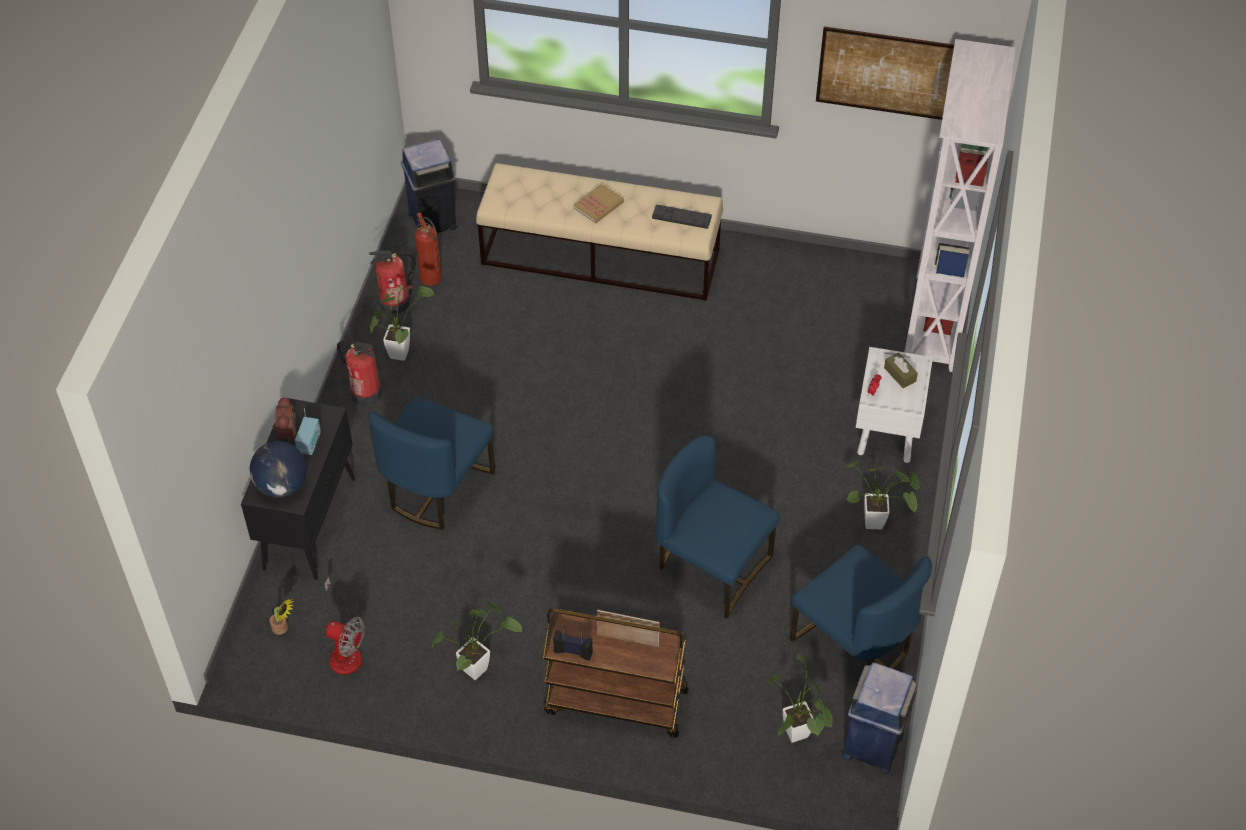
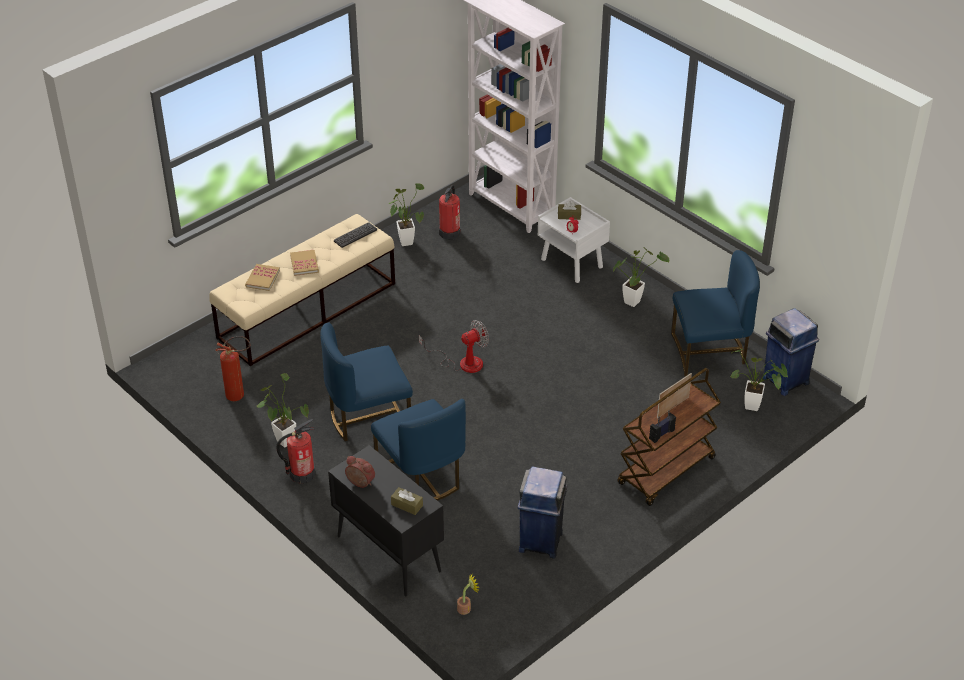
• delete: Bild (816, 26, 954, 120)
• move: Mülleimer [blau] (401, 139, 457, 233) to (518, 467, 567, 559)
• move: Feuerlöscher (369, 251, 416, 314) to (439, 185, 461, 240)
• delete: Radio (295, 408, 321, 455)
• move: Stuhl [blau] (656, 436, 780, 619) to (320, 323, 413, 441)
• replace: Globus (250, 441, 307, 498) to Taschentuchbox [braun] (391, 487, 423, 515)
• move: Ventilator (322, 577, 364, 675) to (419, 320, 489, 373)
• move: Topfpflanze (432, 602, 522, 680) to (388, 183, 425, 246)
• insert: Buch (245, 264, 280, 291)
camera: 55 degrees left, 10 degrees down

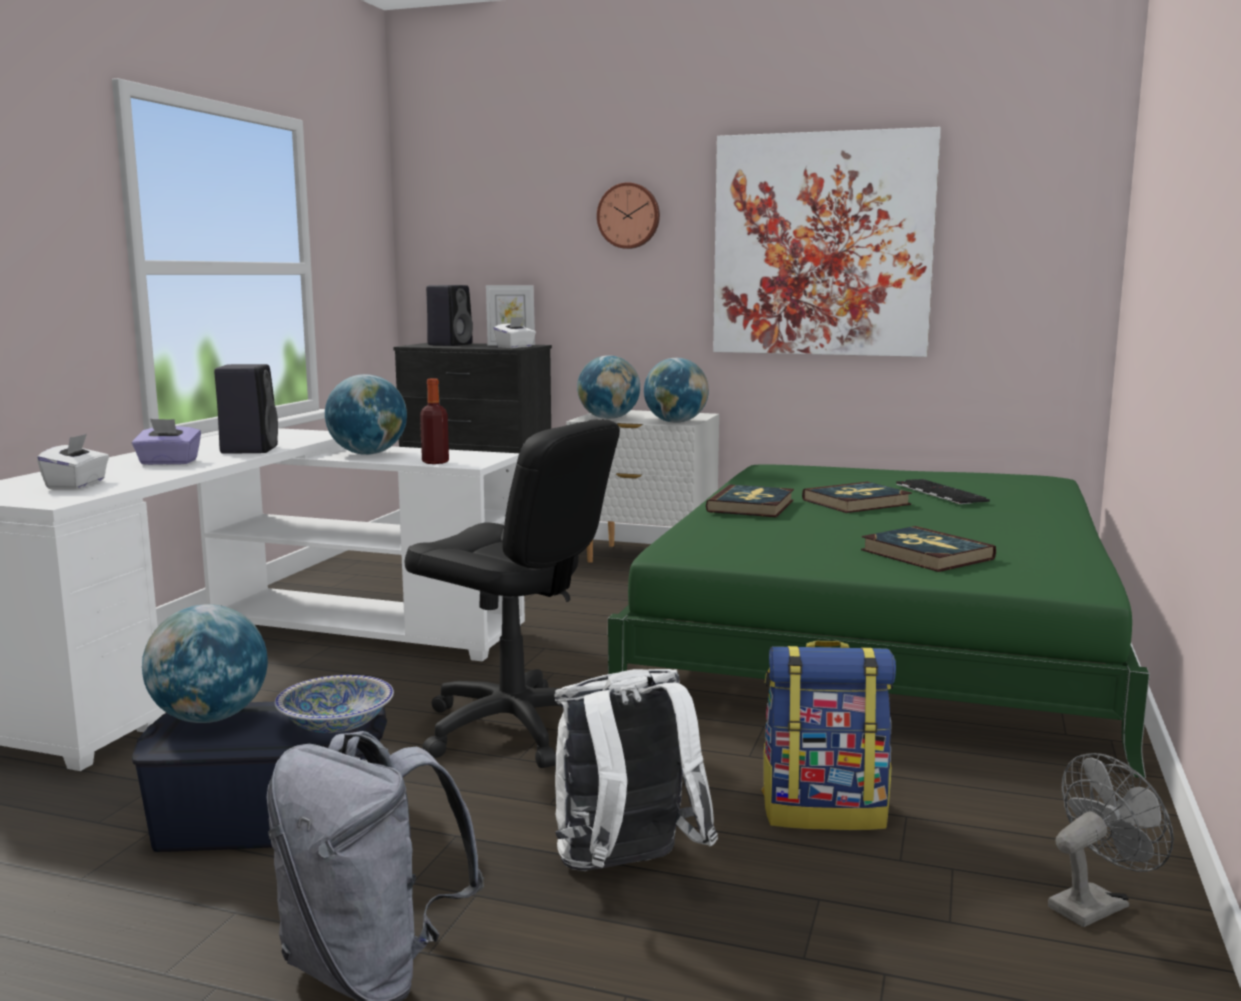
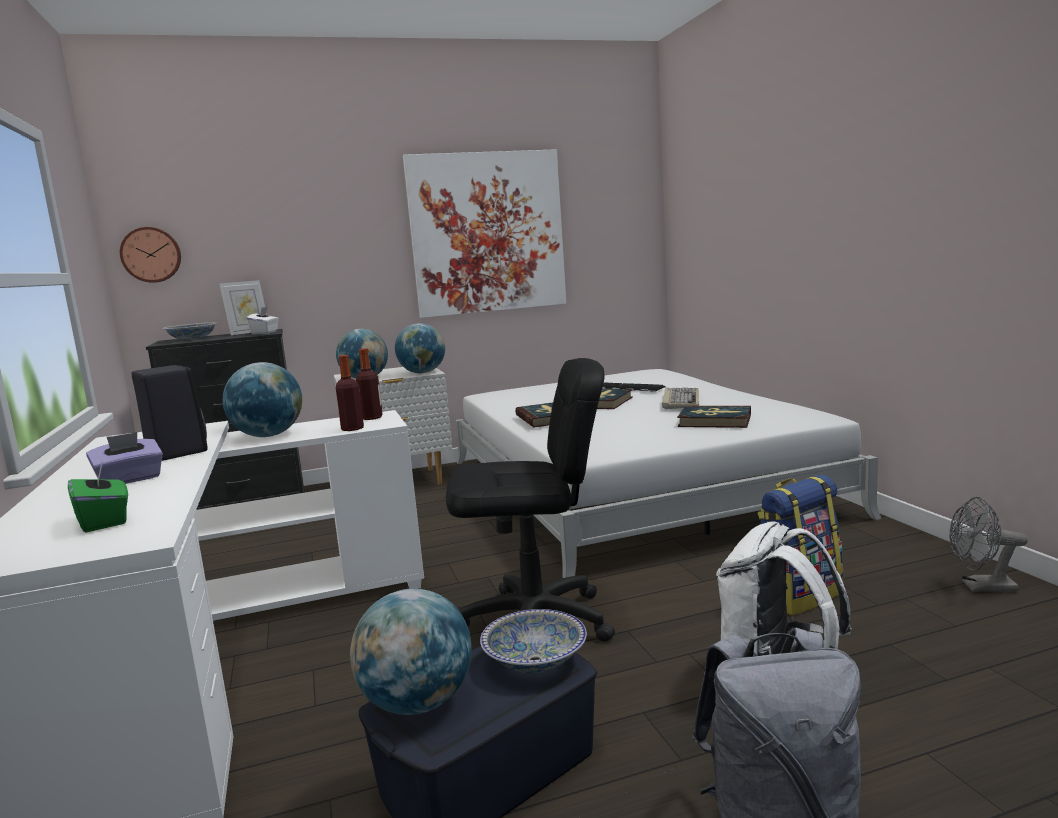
• move: Wanduhr (597, 182, 660, 249) to (120, 227, 181, 283)
• replace: Lautsprecher [schwarz] (426, 285, 473, 346) to Schüssel (162, 322, 218, 340)
• recolor: Taschentuchbox [weiß] (37, 434, 109, 489) to Taschentuchbox [grün] (68, 463, 128, 533)
• recolor: Bett [grün] (608, 465, 1150, 778) to Bett [weiß] (455, 369, 881, 578)
• rotate: Ventilator [grau] (1048, 753, 1174, 927) = (950, 497, 1028, 592) 105 degrees counterclockwise
• insert: Flasche (356, 348, 383, 420)
• insert: Tastatur (662, 387, 699, 409)
camera: 35 degrees left, 0 degrees up

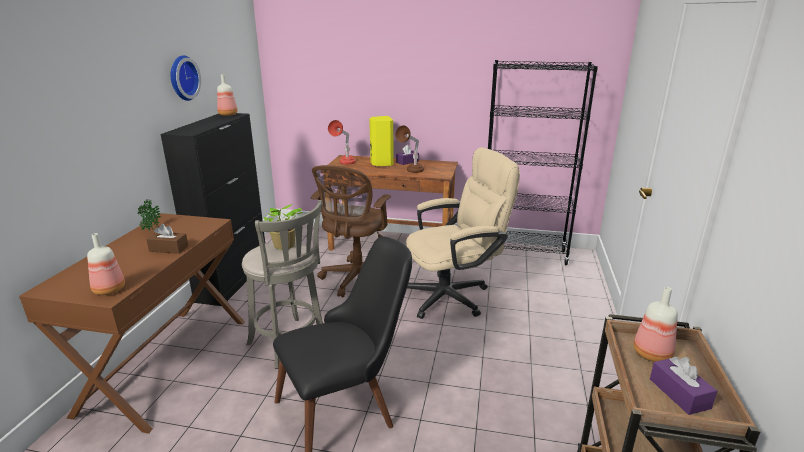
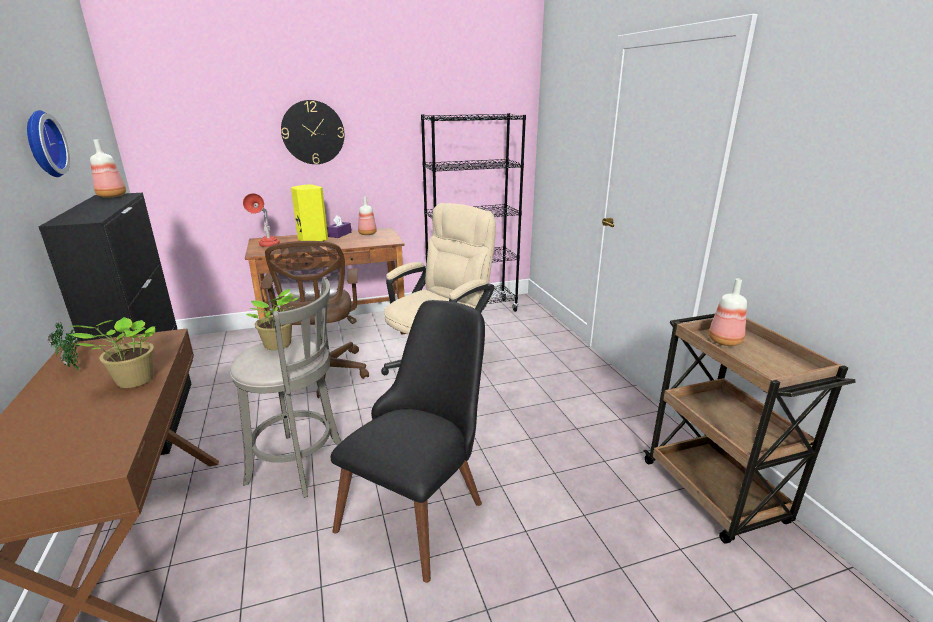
• delete: Tischlampe [braun] (395, 125, 424, 173)
• replace: Taschentuchbox [braun] (146, 224, 188, 254) to Topfpflanze (69, 317, 156, 388)
• move: Flasche (87, 233, 125, 295) to (358, 196, 377, 235)
• delete: Taschentuchbox [lila] (650, 357, 717, 415)
• insert: Wanduhr (281, 100, 344, 164)
camera: 30 degrees left, 0 degrees up

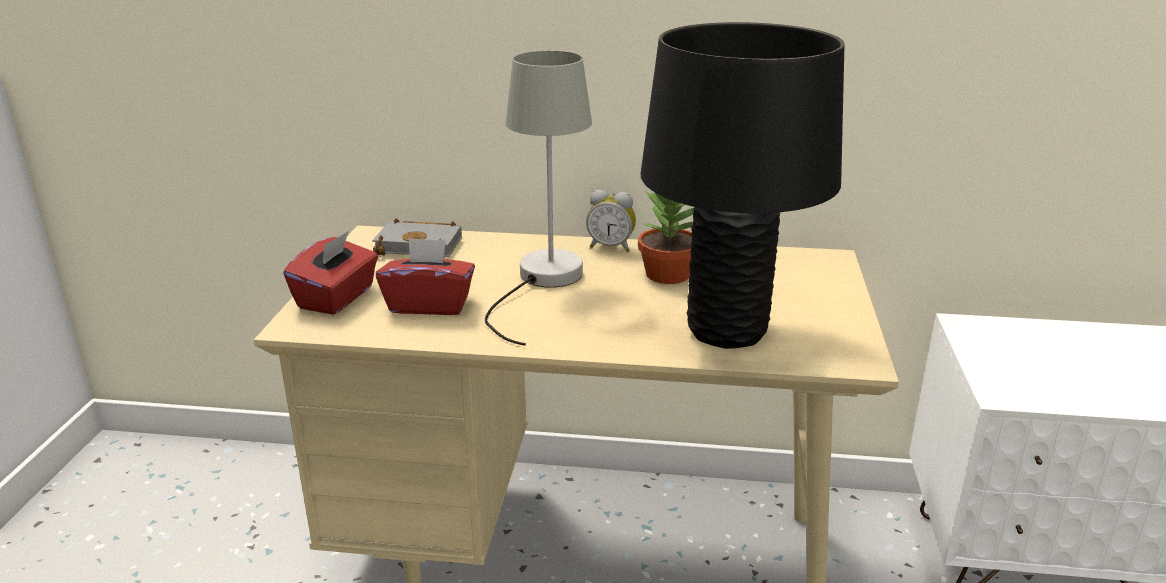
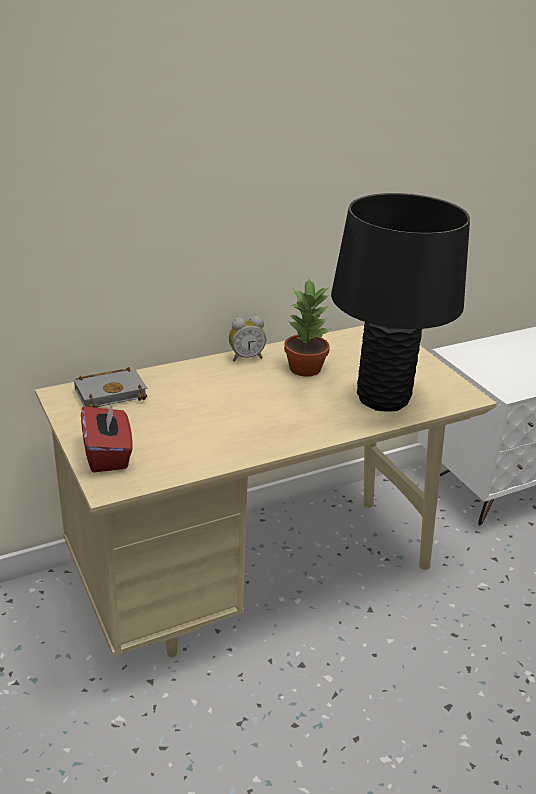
• delete: Tischlampe [grau] (485, 51, 592, 346)
• delete: Taschentuchbox [rot] (376, 238, 475, 315)
camera: 35 degrees left, 5 degrees up

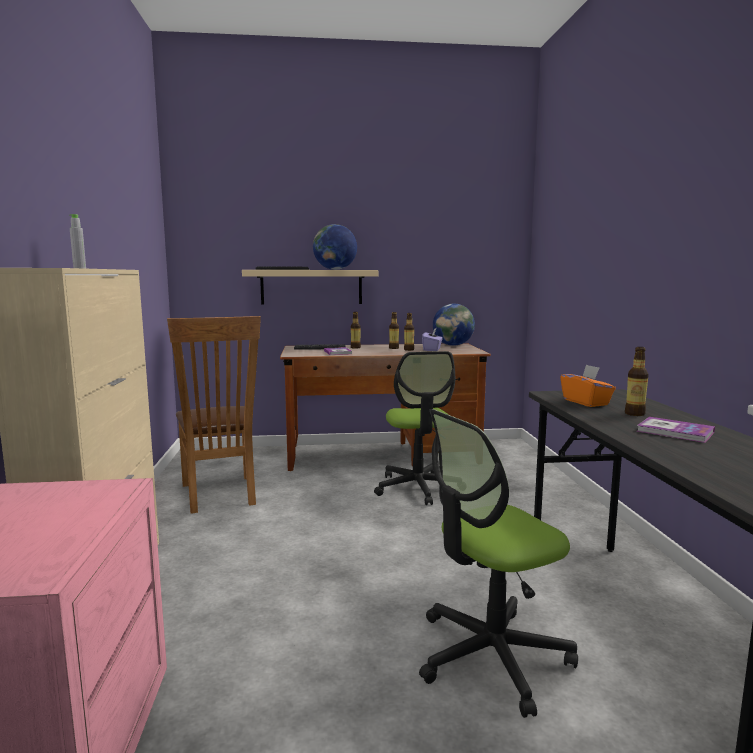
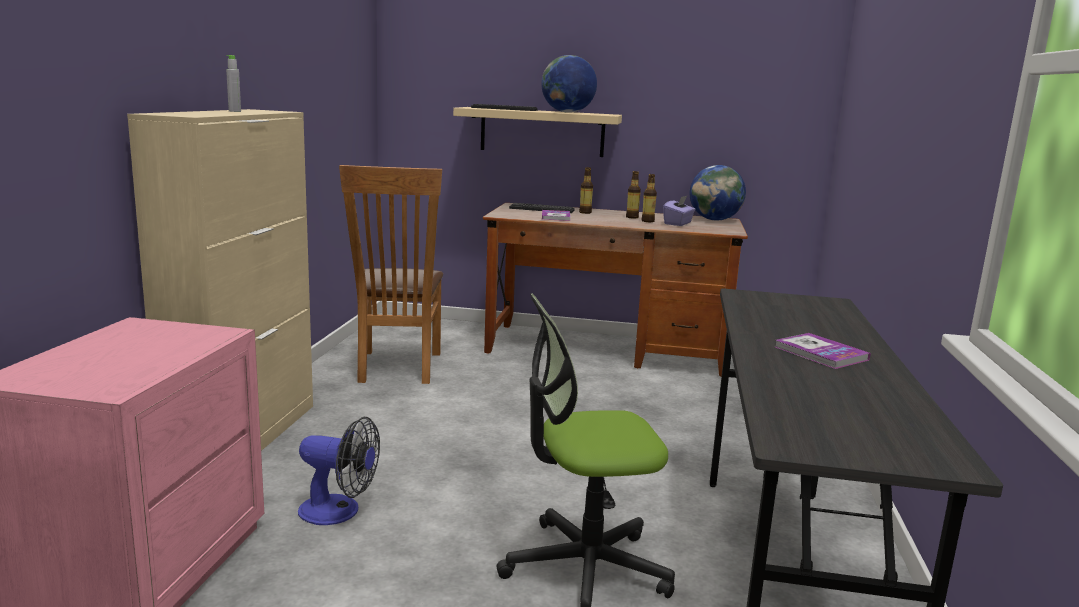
• delete: Flasche (625, 347, 649, 416)
• delete: Bürostuhl (374, 351, 455, 505)
• delete: Taschentuchbox [orange] (560, 365, 616, 407)
• insert: Ventilator (298, 417, 380, 525)
camera: 15 degrees right, 5 degrees up

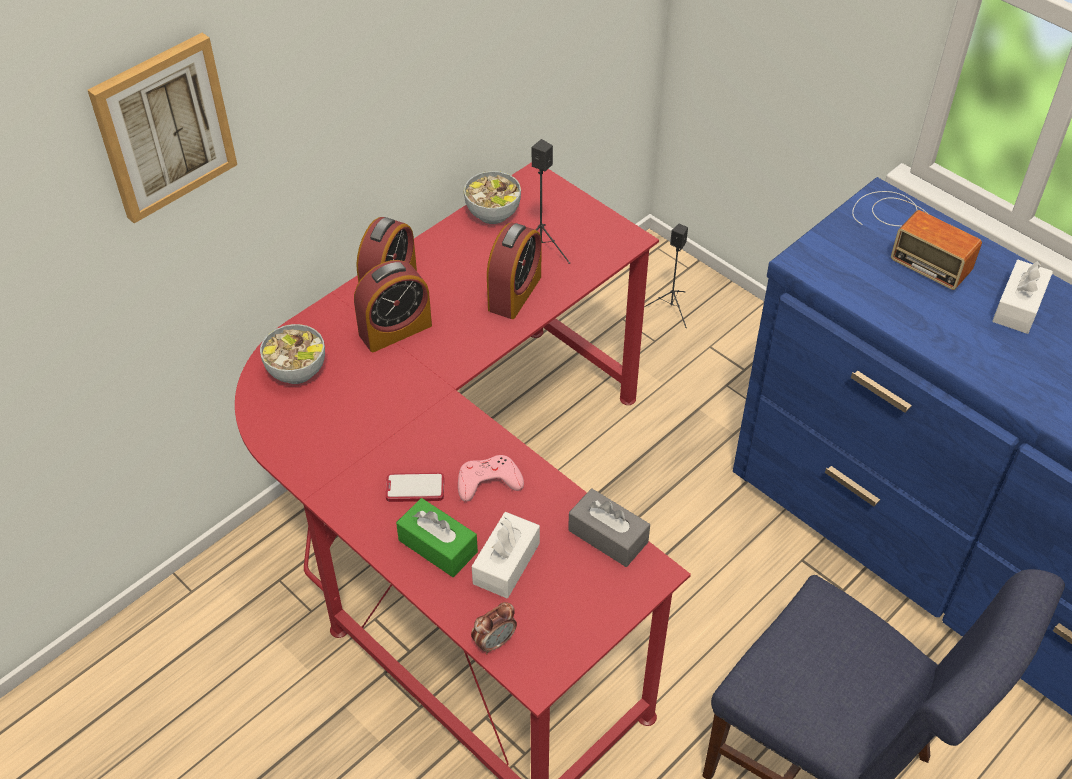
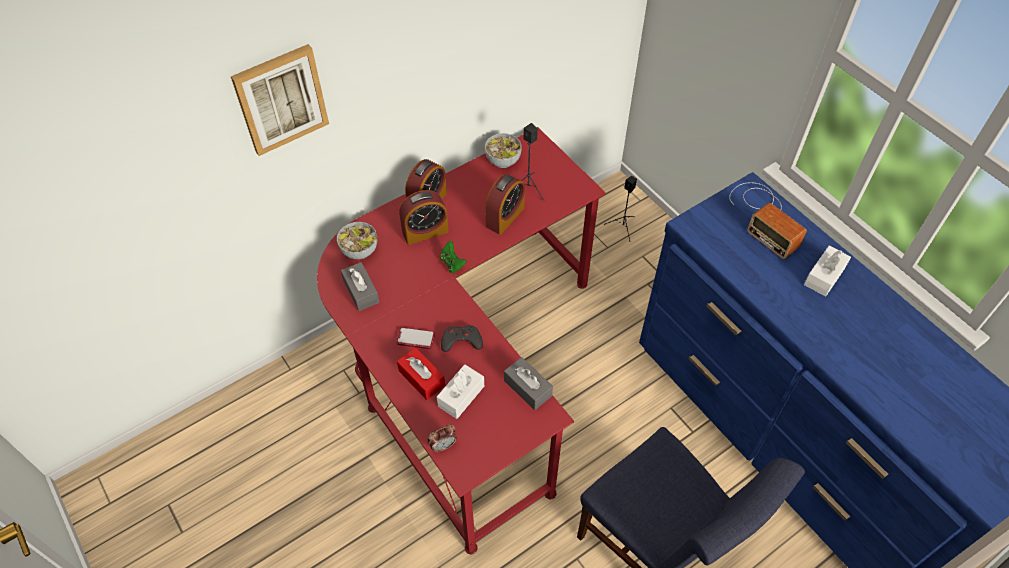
• recolor: Gamepad [rosa] (458, 455, 524, 501) to Gamepad [grau] (441, 325, 483, 352)
• recolor: Taschentuchbox [grün] (396, 498, 478, 577) to Taschentuchbox [rot] (397, 348, 445, 400)
• insert: Gamepad [grün] (440, 241, 467, 273)
• insert: Taschentuchbox [grau] (341, 262, 379, 311)
camera: 10 degrees right, 5 degrees up

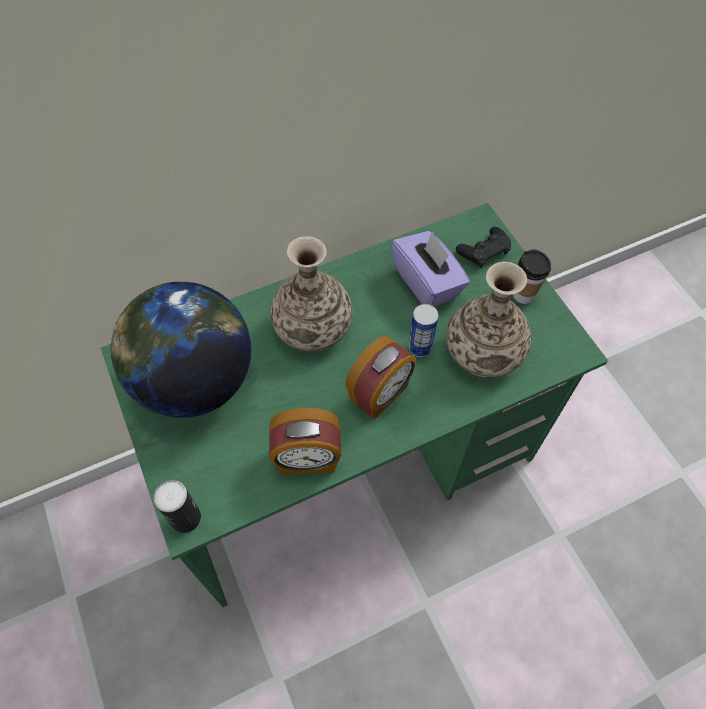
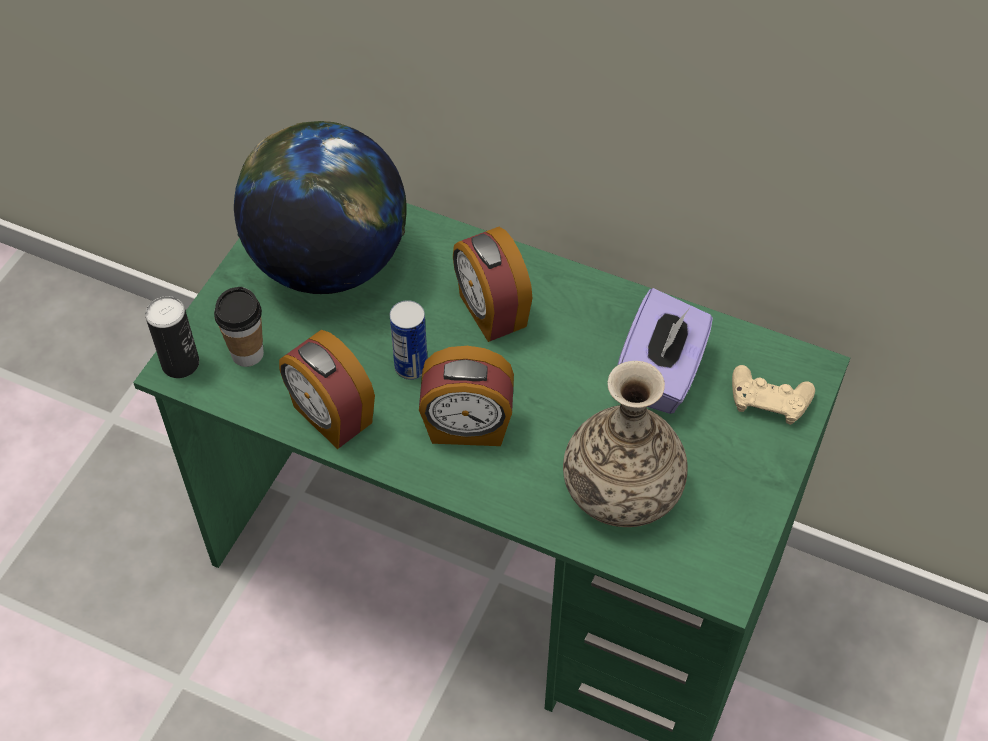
• recolor: Gamepad [schwarz] (456, 227, 511, 268) to Gamepad [beige] (732, 365, 815, 425)
• replace: Vase (270, 236, 353, 351) to Wecker (453, 227, 532, 342)
• move: Tasse (513, 249, 551, 304) to (214, 287, 264, 367)
• move: Dose (409, 304, 439, 358) to (390, 300, 428, 380)
camera: 50 degrees right, 5 degrees down

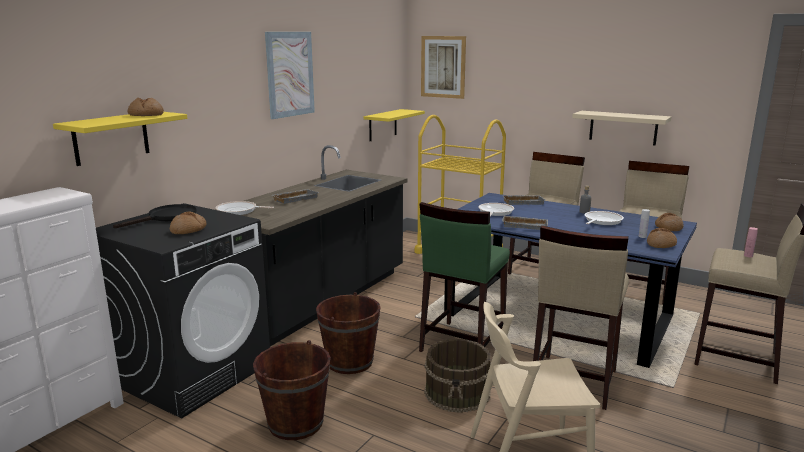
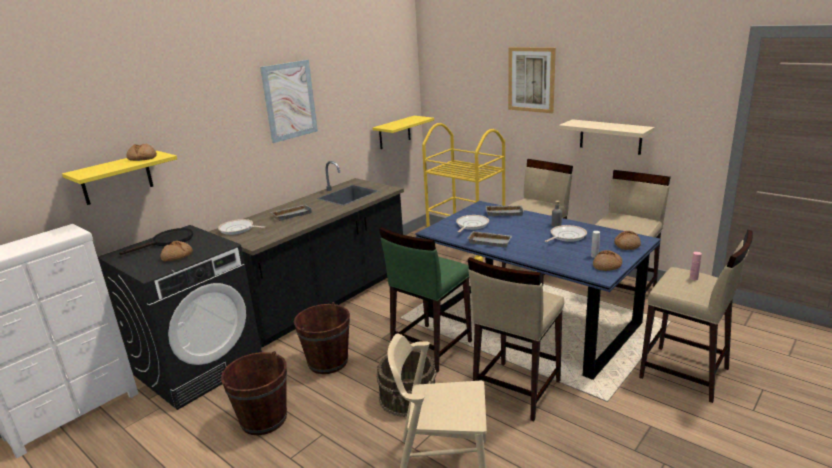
• move: Bild (421, 36, 466, 99) to (508, 47, 556, 113)
camera: 10 degrees right, 5 degrees up

